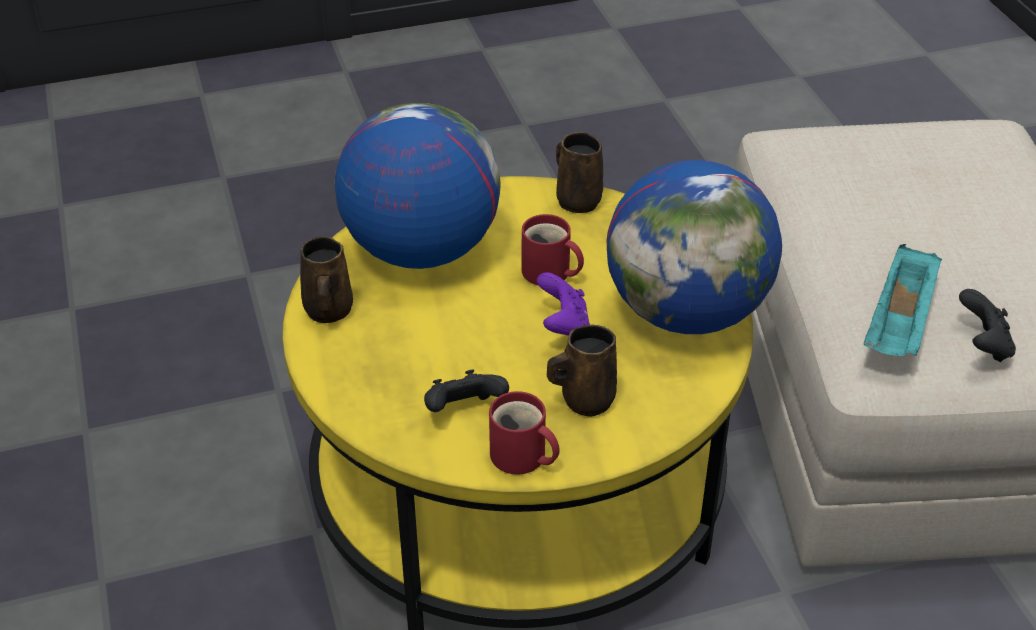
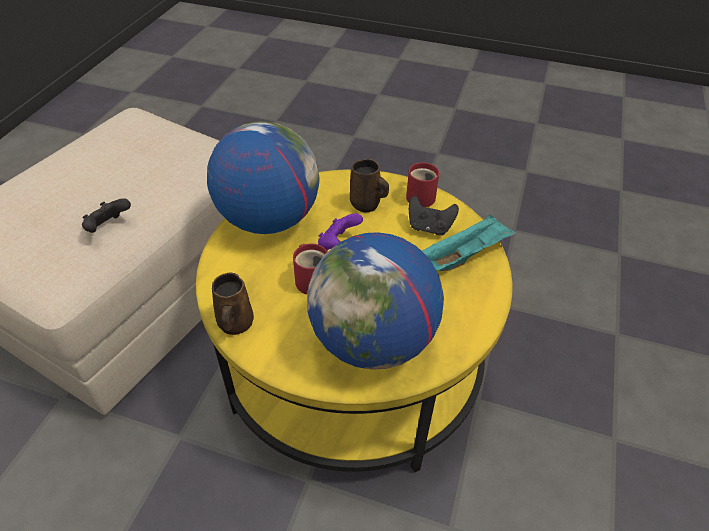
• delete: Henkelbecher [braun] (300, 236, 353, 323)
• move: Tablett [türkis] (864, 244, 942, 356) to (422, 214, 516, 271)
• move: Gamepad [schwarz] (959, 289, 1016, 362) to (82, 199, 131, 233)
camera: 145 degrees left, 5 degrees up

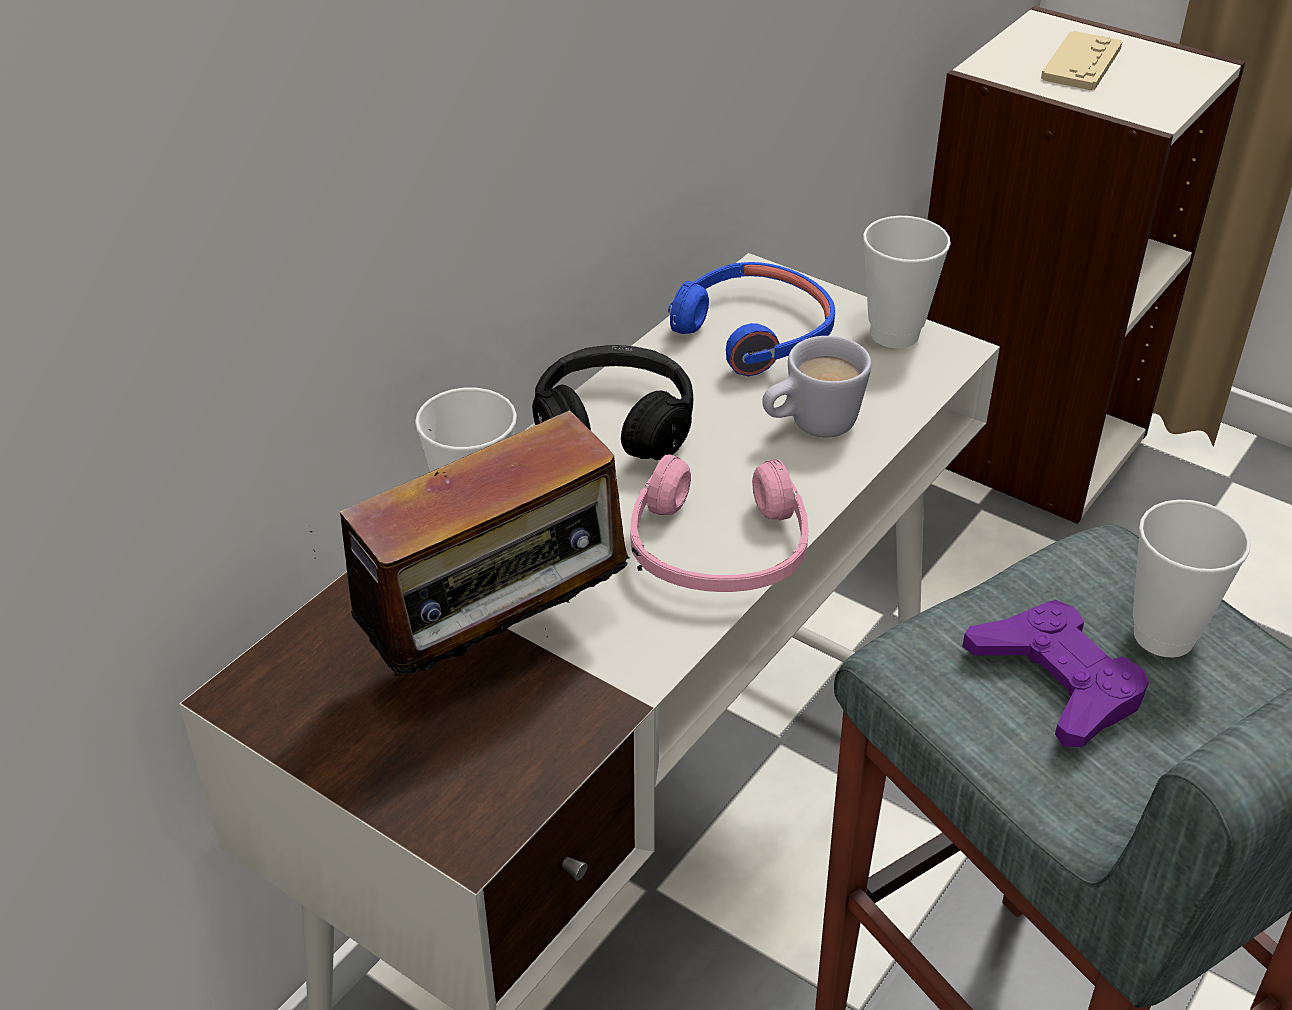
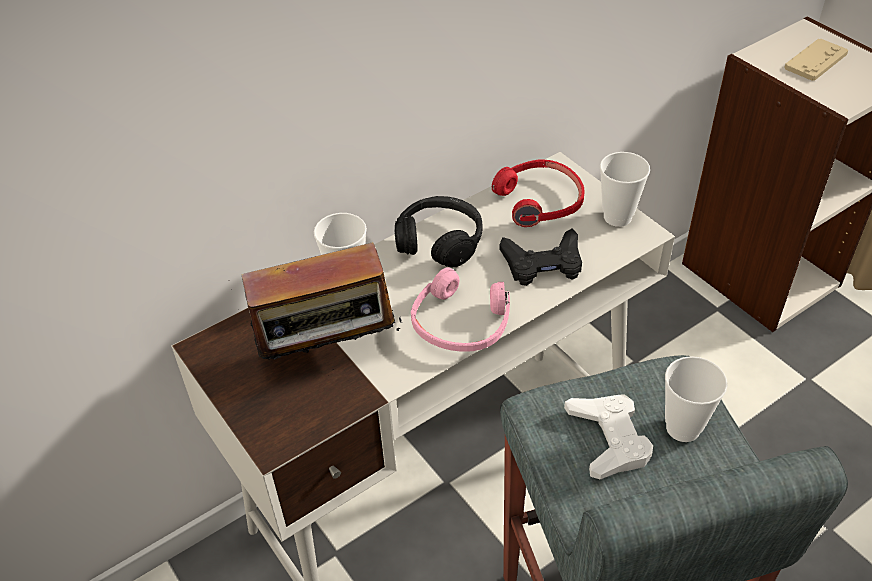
• recolor: Kopfhörer [blau] (668, 262, 835, 376) to Kopfhörer [rot] (492, 159, 585, 227)
• replace: Henkelbecher [weiß] (762, 336, 871, 438) to Gamepad [schwarz] (499, 229, 582, 286)
• recolor: Gamepad [lila] (962, 600, 1149, 747) to Gamepad [weiß] (564, 394, 653, 479)
camera: 20 degrees right, 5 degrees up

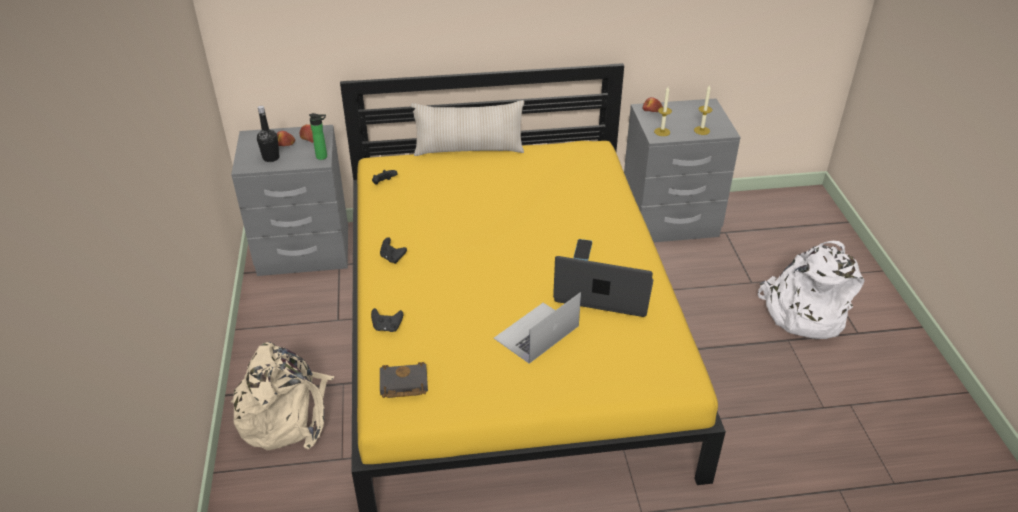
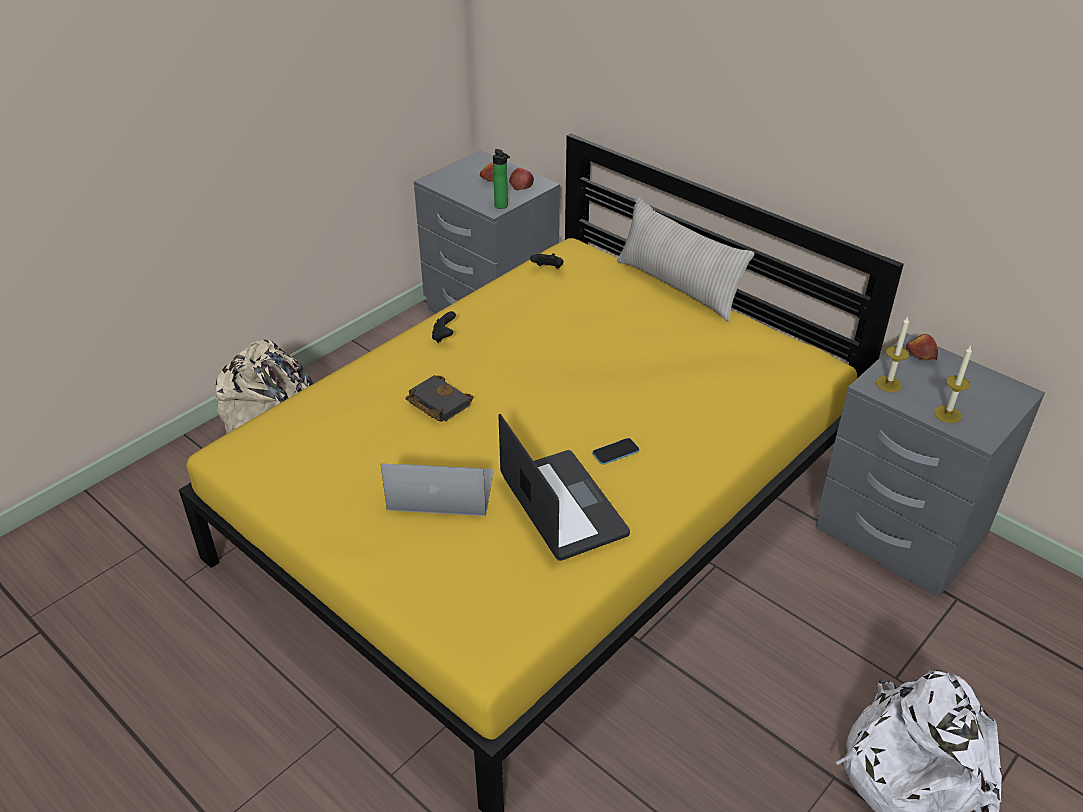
• delete: Flasche [schwarz] (257, 106, 280, 162)
• delete: Gamepad [schwarz] (371, 308, 403, 332)
• move: Buch [schwarz] (380, 362, 428, 398) to (405, 375, 473, 422)
camera: 50 degrees right, 0 degrees up

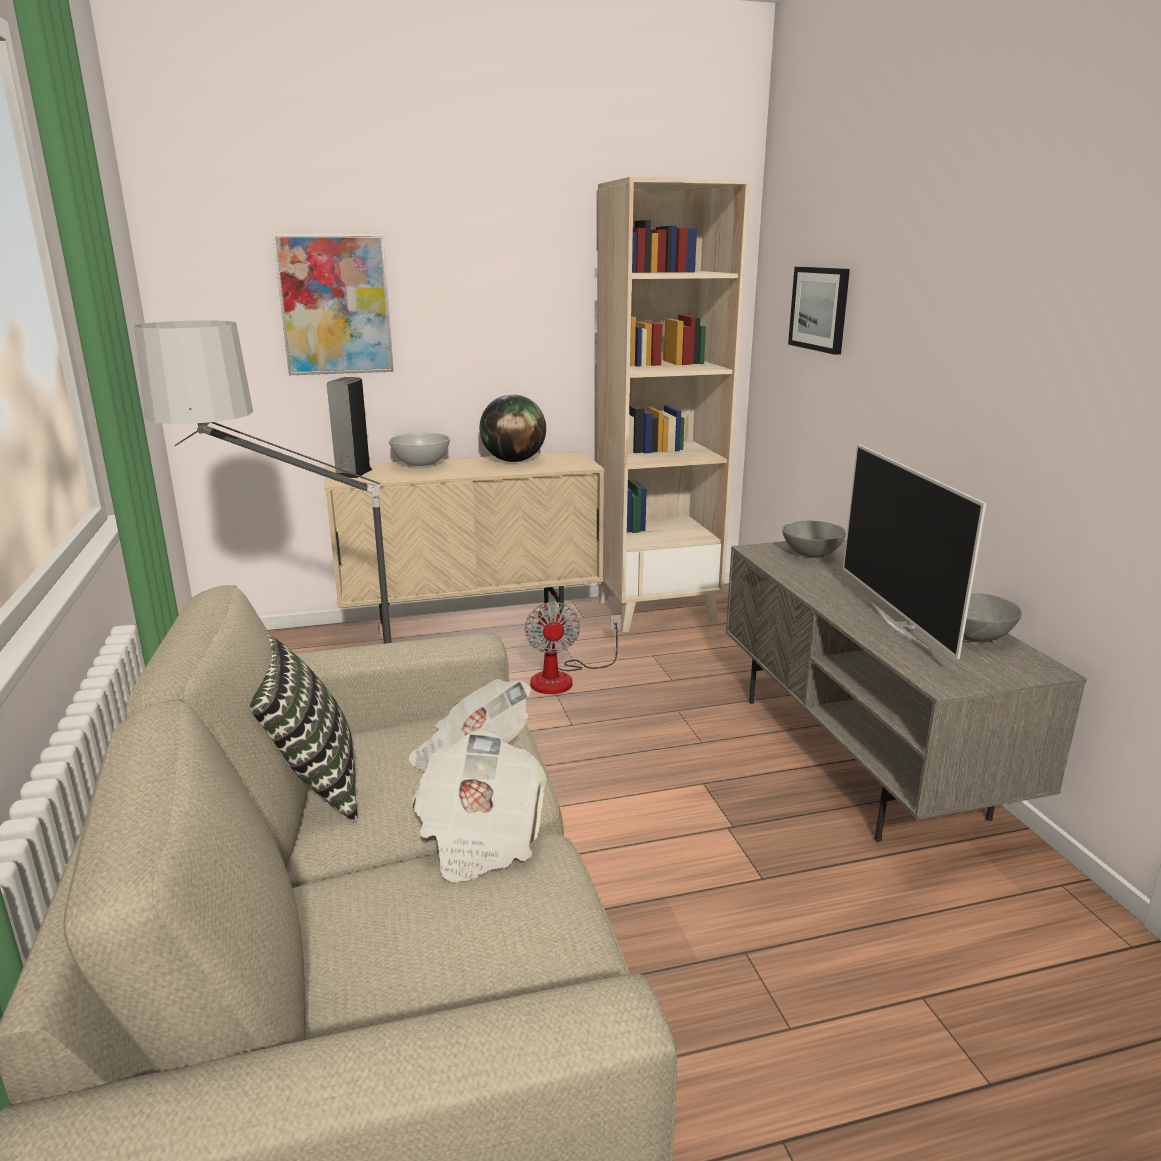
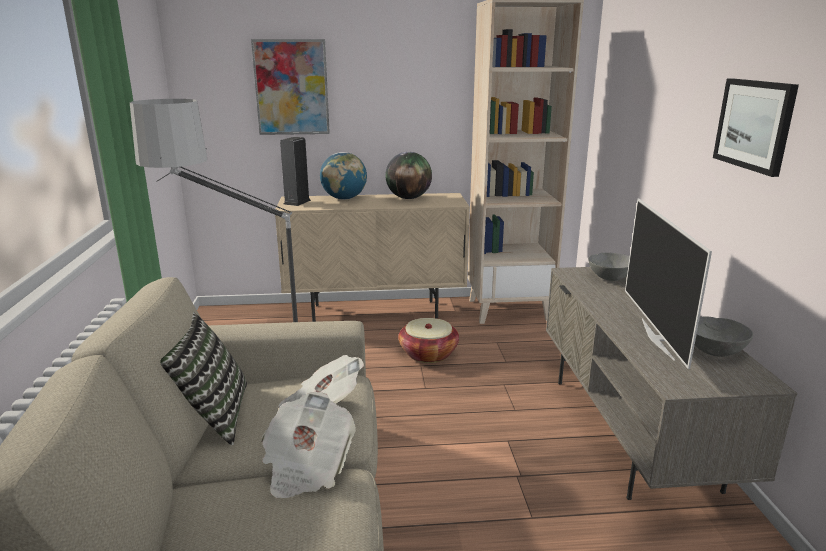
• move: Bild (788, 267, 850, 355) to (713, 78, 799, 177)
• replace: Schüssel [weiß] (389, 433, 450, 469) to Globus (320, 152, 367, 200)
• replace: Ventilator (524, 602, 621, 694) to Korb (398, 318, 459, 363)
camera: 10 degrees right, 0 degrees up

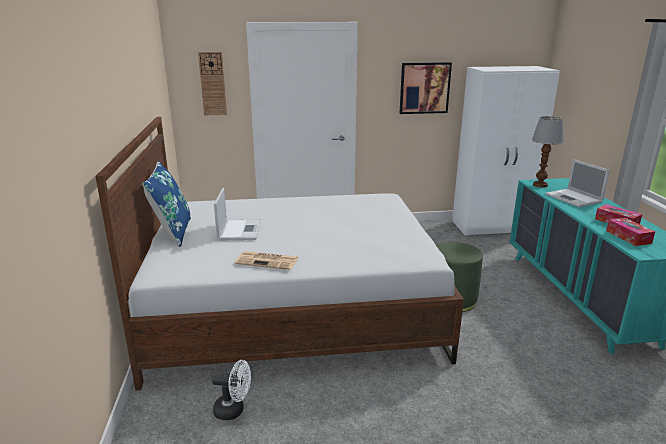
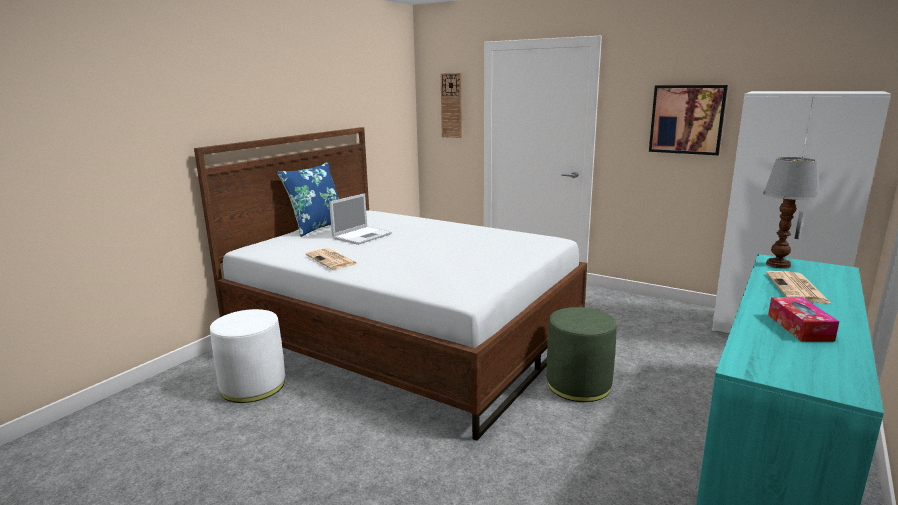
• replace: Laptop (545, 159, 610, 207) to Zeitung (766, 271, 832, 304)
• delete: Taschentuchbox (606, 217, 655, 246)
• replace: Ventilator [weiß] (212, 360, 251, 420) to Polsterhocker [weiß] (210, 309, 285, 403)
camera: 40 degrees right, 5 degrees down

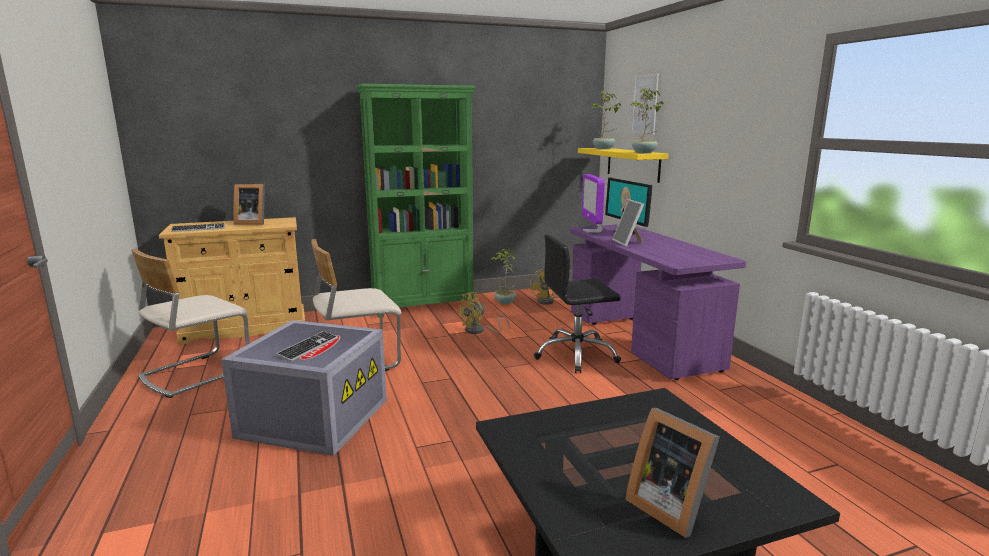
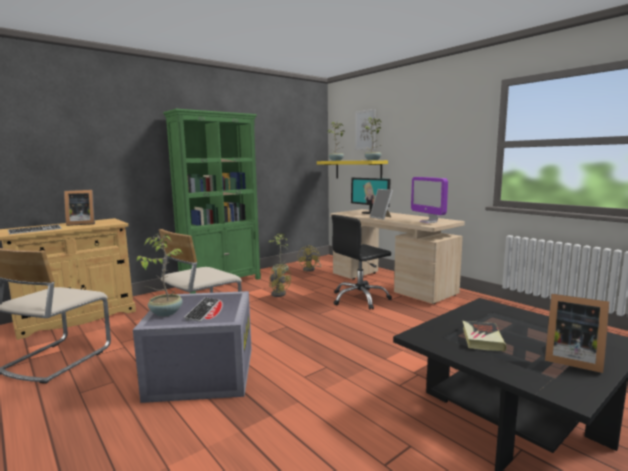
• move: Monitor (582, 174, 605, 233) to (411, 177, 448, 223)
• recolor: Schreibtisch [lila] (570, 225, 746, 380) to Schreibtisch [beige] (330, 209, 465, 304)
• rotate: Ventilator [gelb] (457, 292, 510, 334) = (269, 264, 291, 297) 75 degrees counterclockwise
• insert: Topfpflanze (136, 234, 182, 317)
• insert: Buch (463, 321, 506, 351)
camera: 20 degrees left, 5 degrees down

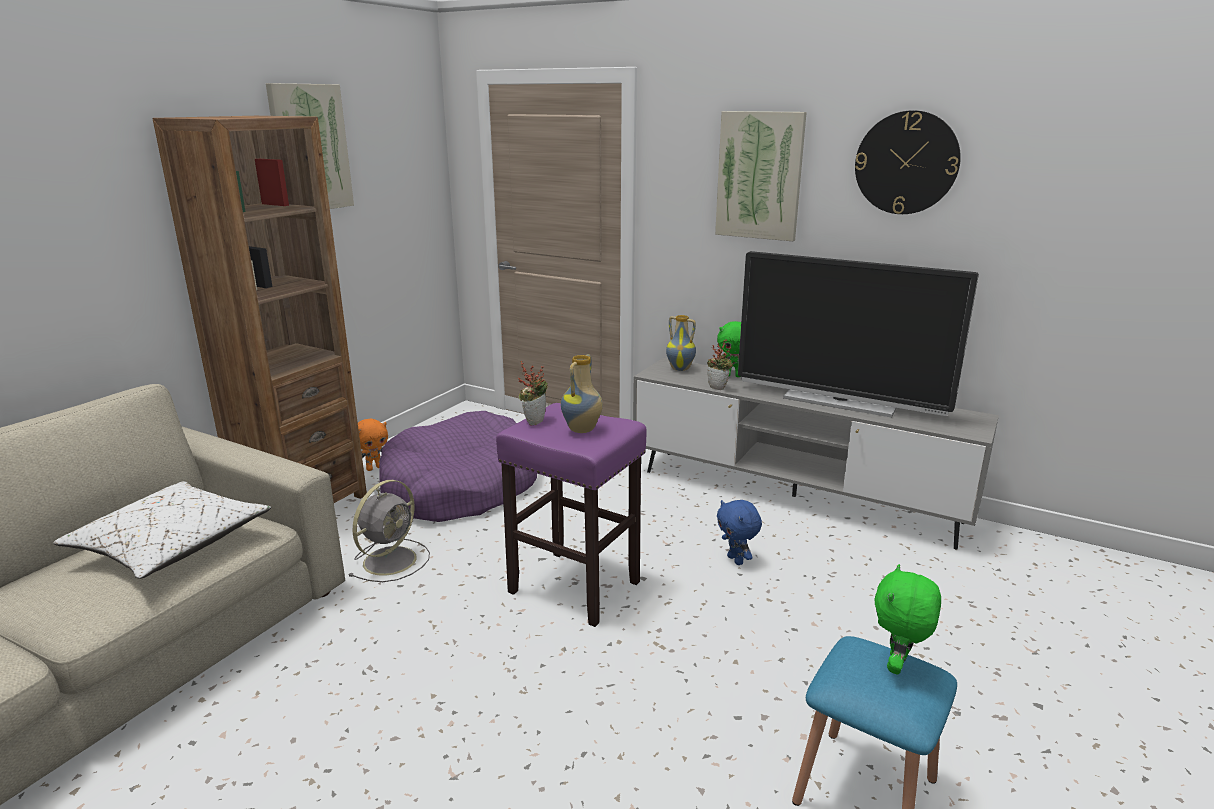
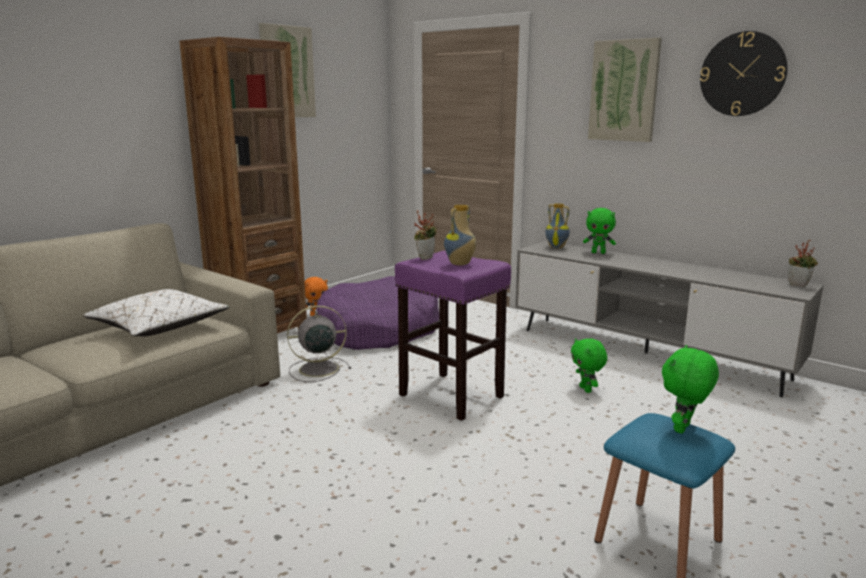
• delete: Fernseher (738, 251, 979, 418)
• move: Topfpflanze (707, 339, 733, 390) to (788, 240, 818, 287)
• rotate: Ventilator [grau] (348, 480, 430, 582) = (287, 305, 351, 382) 150 degrees counterclockwise
• recolor: Plüschtier [blau] (717, 500, 762, 565) to Plüschtier [grün] (571, 338, 607, 393)
camera: 10 degrees right, 5 degrees down

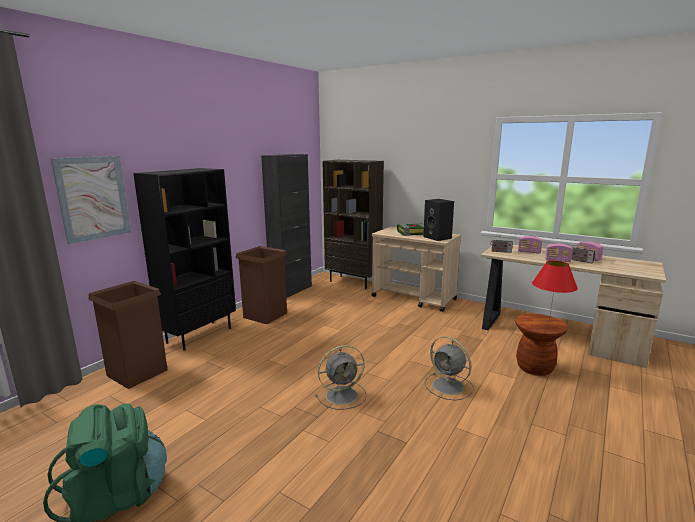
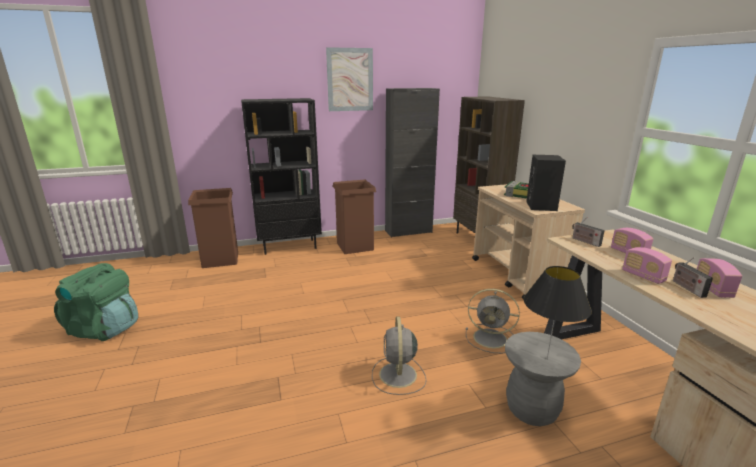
• move: Bild (51, 156, 131, 244) to (326, 47, 373, 111)
• recolor: Tischlampe [rot] (532, 261, 578, 323) to Tischlampe [schwarz] (524, 266, 592, 359)
• recolor: Hocker [braun] (515, 314, 568, 376) to Hocker [grau] (505, 332, 581, 426)
• move: Ventilator [grau] (315, 345, 367, 409) to (466, 289, 520, 353)
camera: 40 degrees right, 5 degrees up

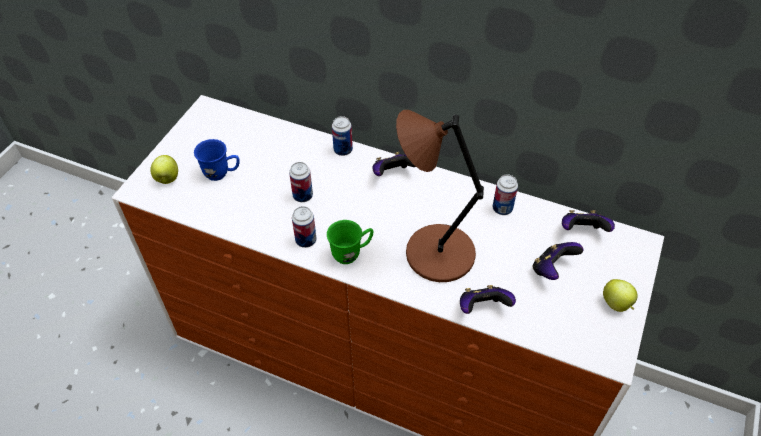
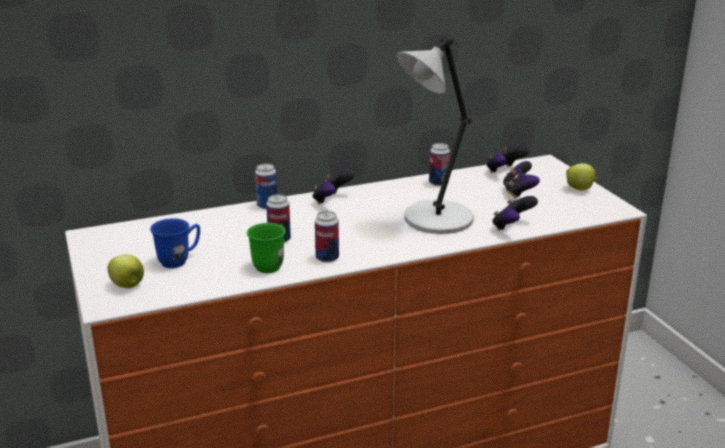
• recolor: Tischlampe [braun] (396, 110, 484, 282) to Tischlampe [grau] (397, 37, 474, 234)
• move: Henkelbecher [grün] (327, 220, 374, 264) to (247, 223, 286, 273)
camera: 45 degrees left, 25 degrees down

